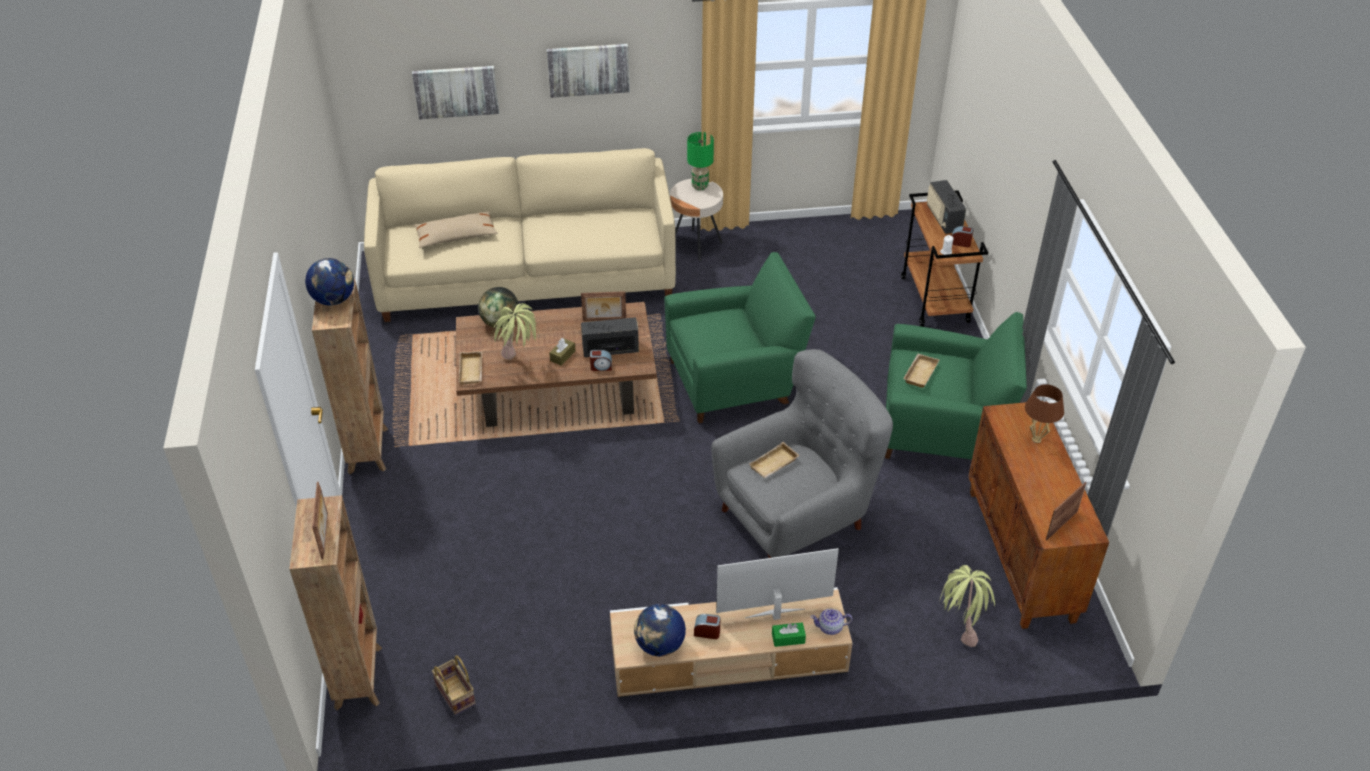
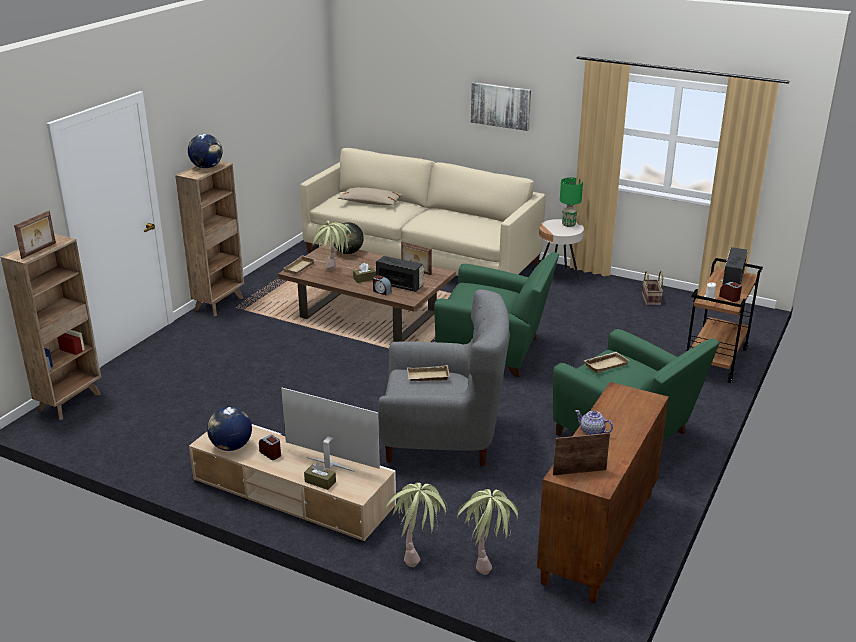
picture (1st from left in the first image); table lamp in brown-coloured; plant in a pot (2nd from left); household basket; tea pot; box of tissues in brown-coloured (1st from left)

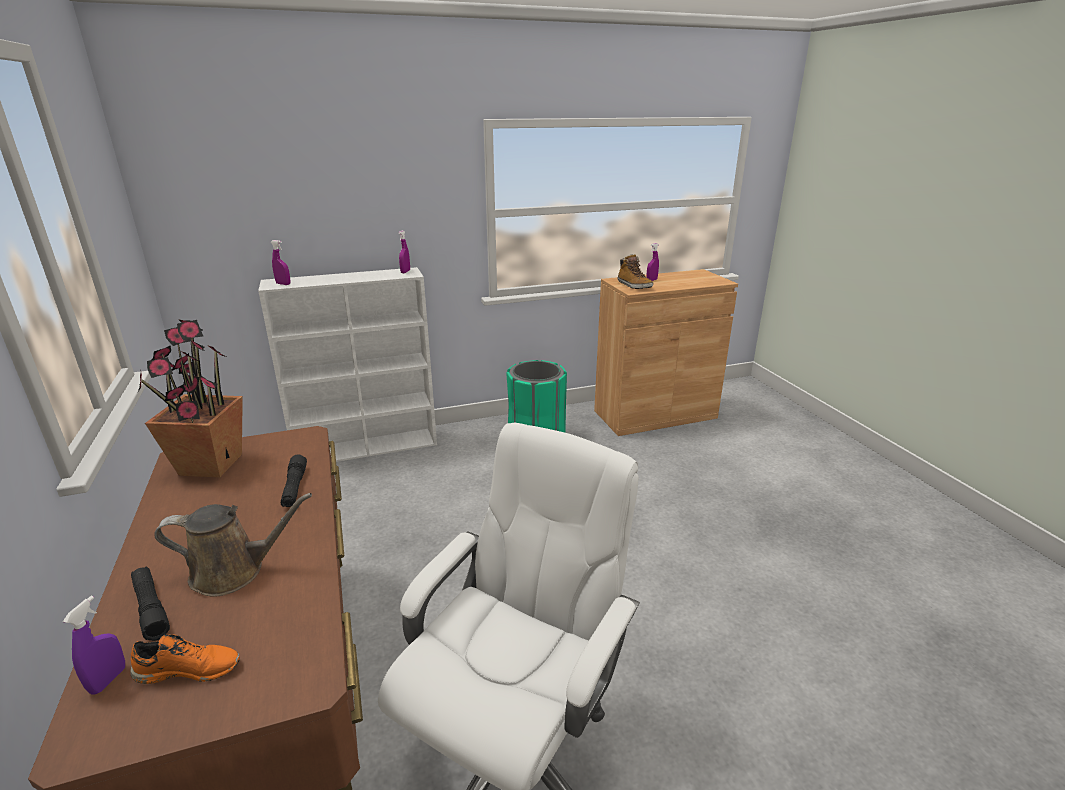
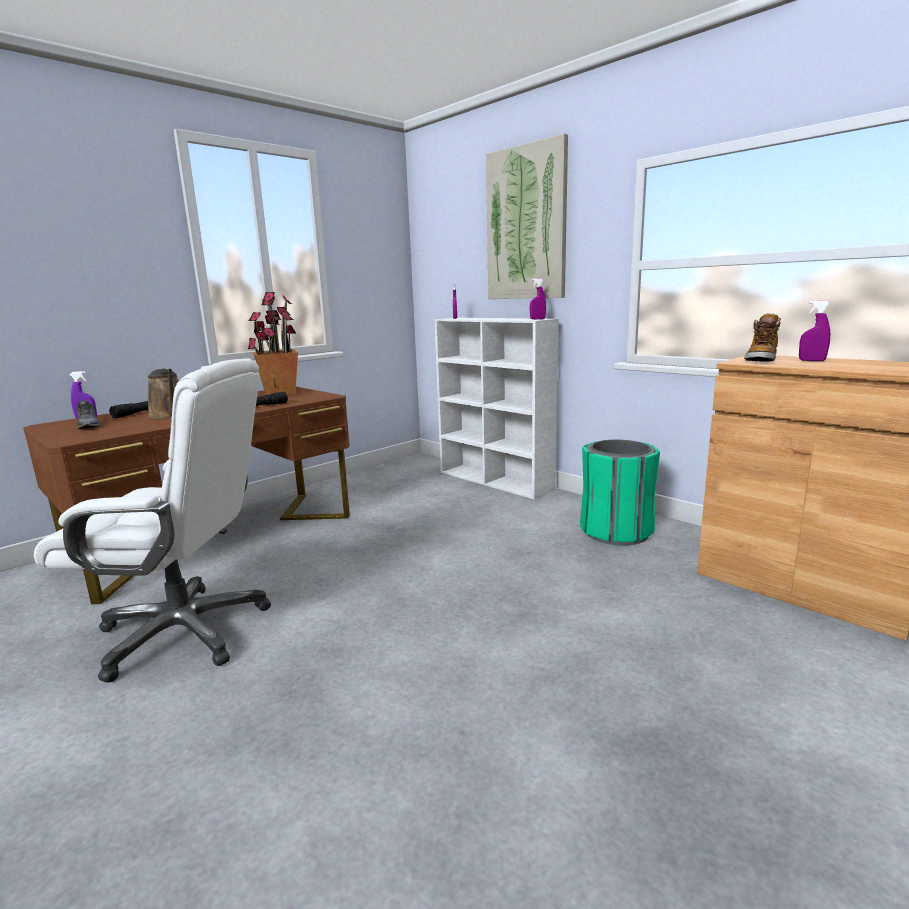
picture; low shoe in grey

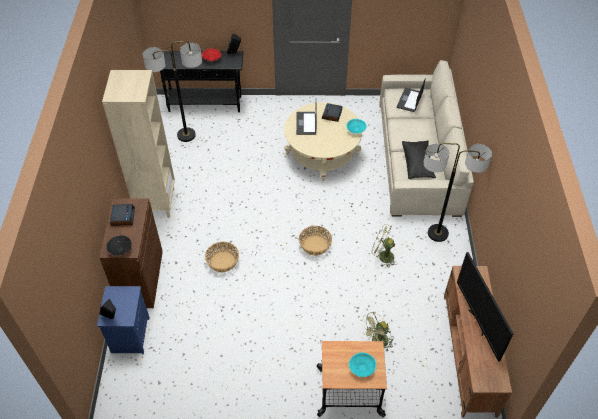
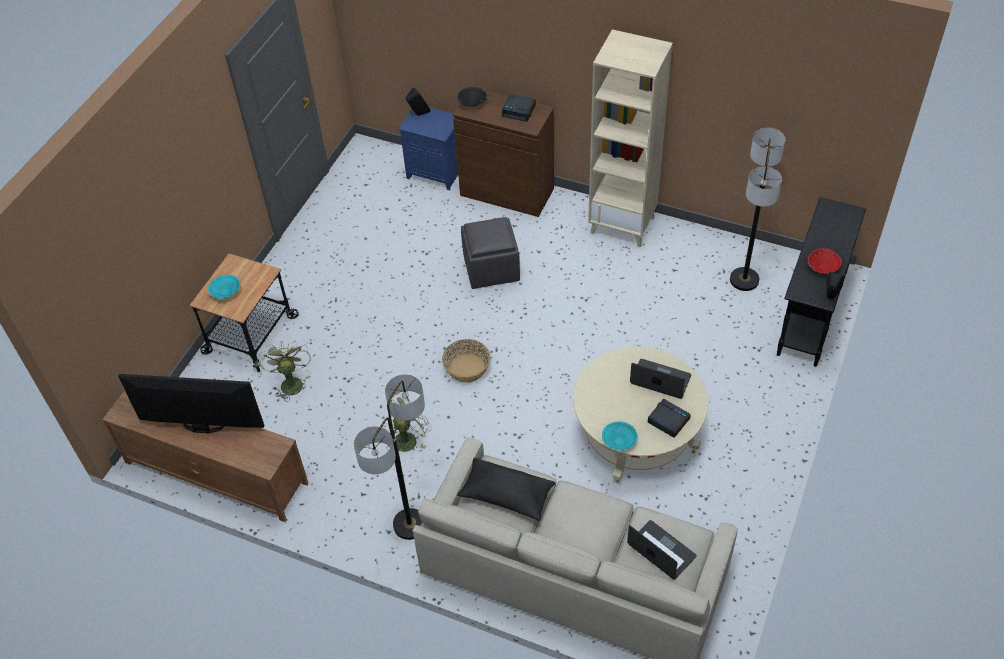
ottoman in grey

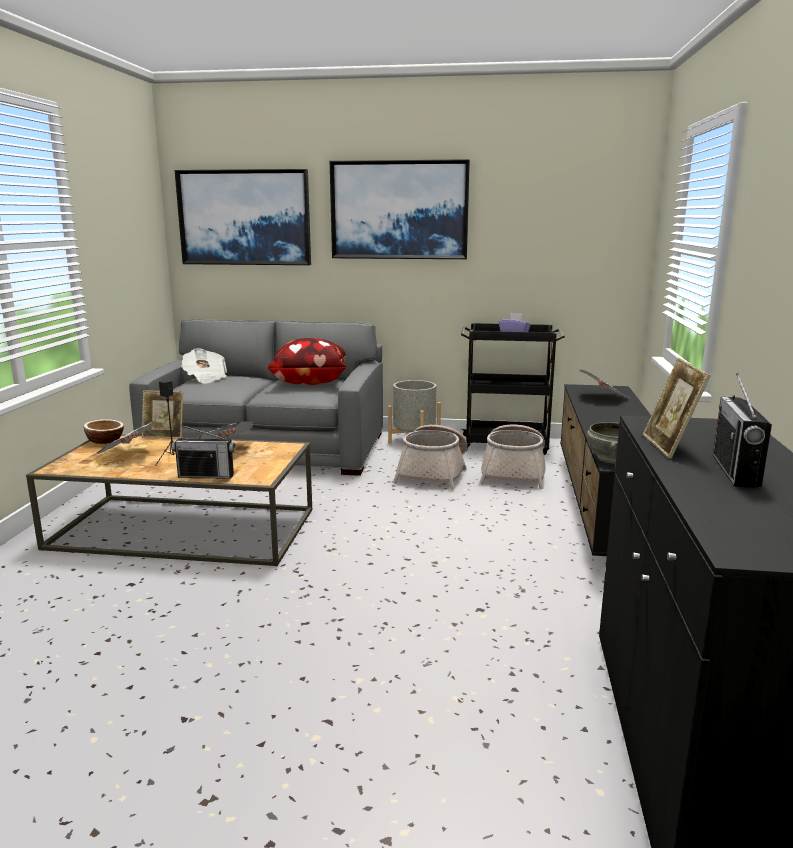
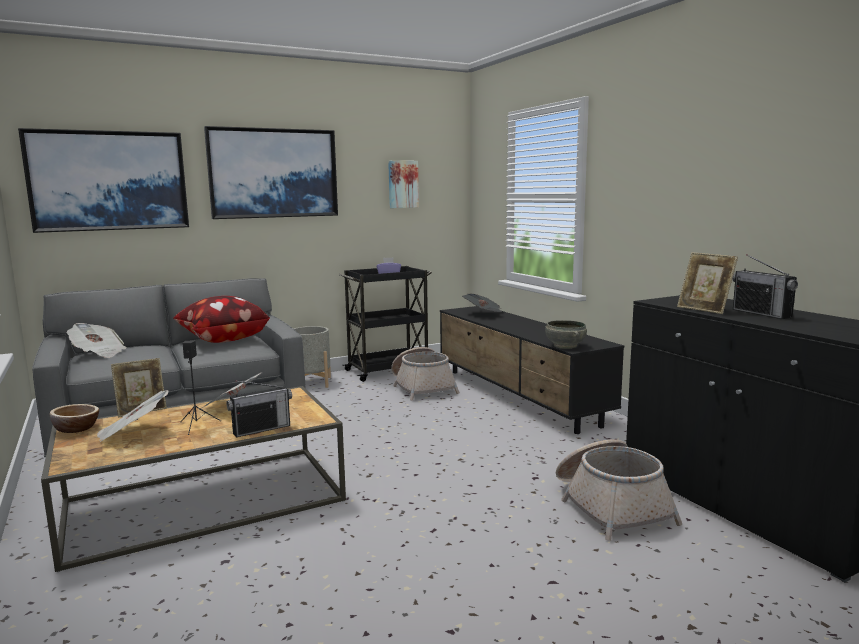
picture (3rd from left); household basket (2nd from left)

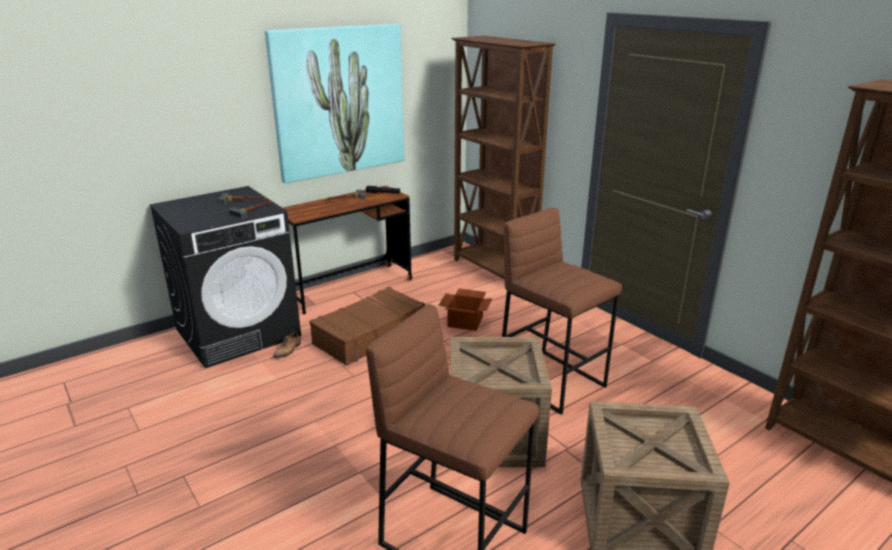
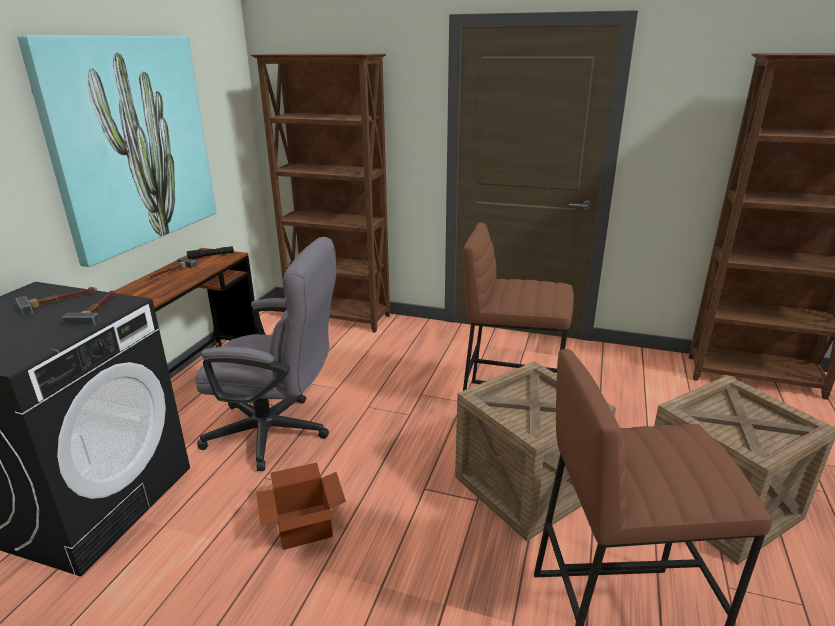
low shoe; carton; office chair in grey

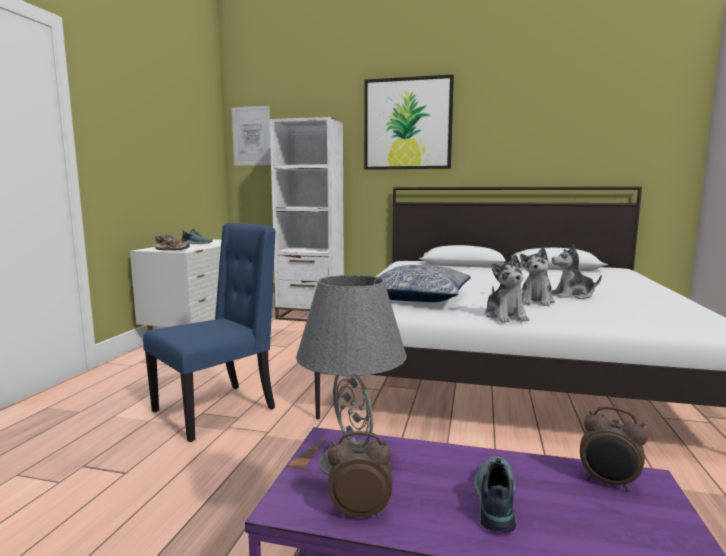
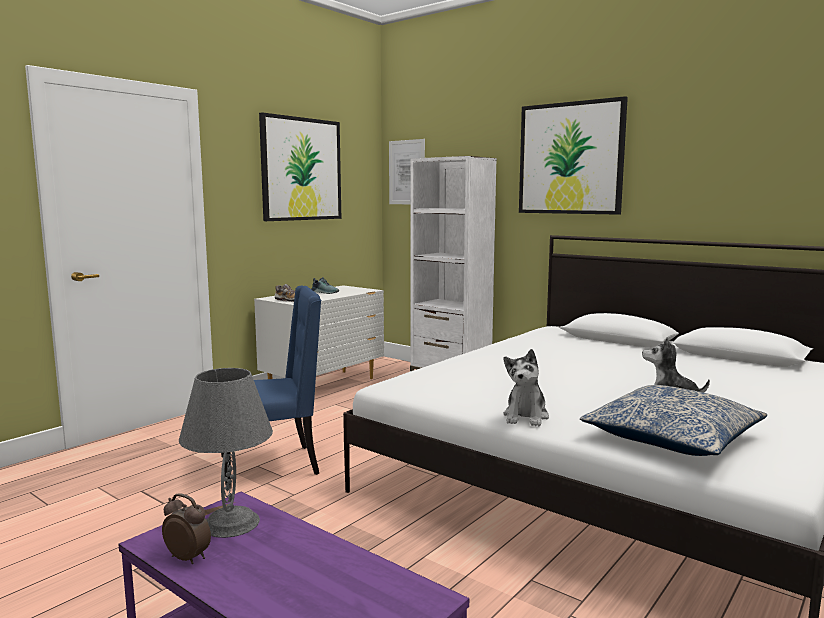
low shoe (3rd from left in the first image); cuddly toy (2nd from left in the first image); alarm clock (2nd from left in the first image); picture (1st from left); throw pillow

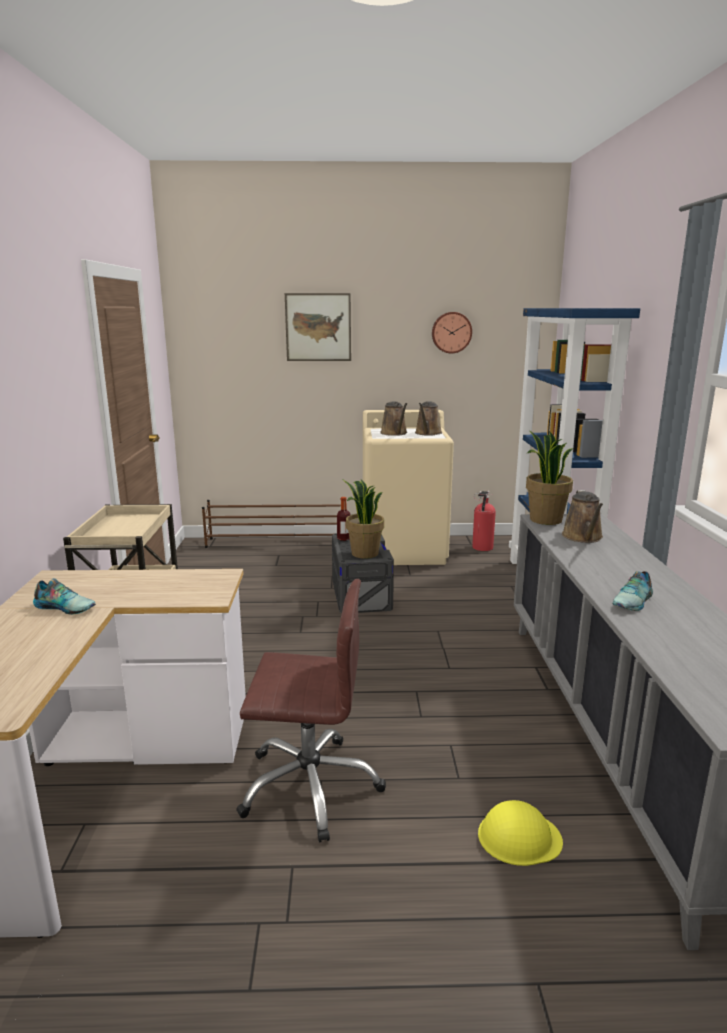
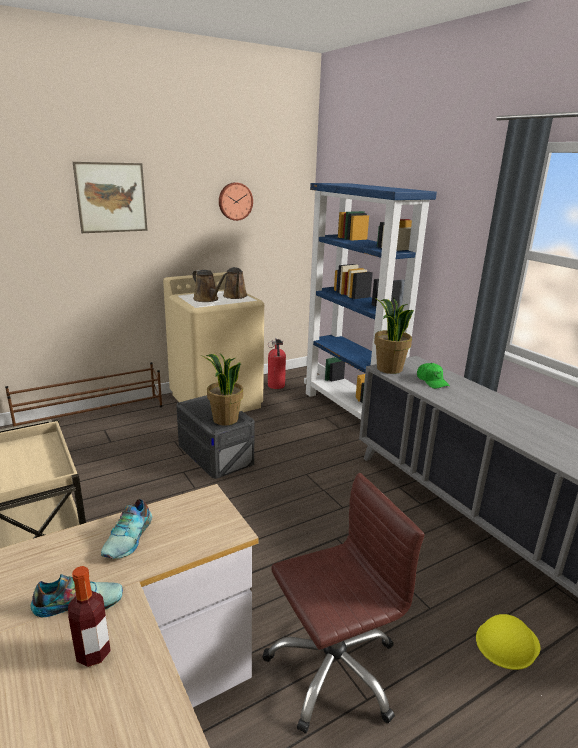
drink bottle; low shoe (2nd from left); peaked cap in green

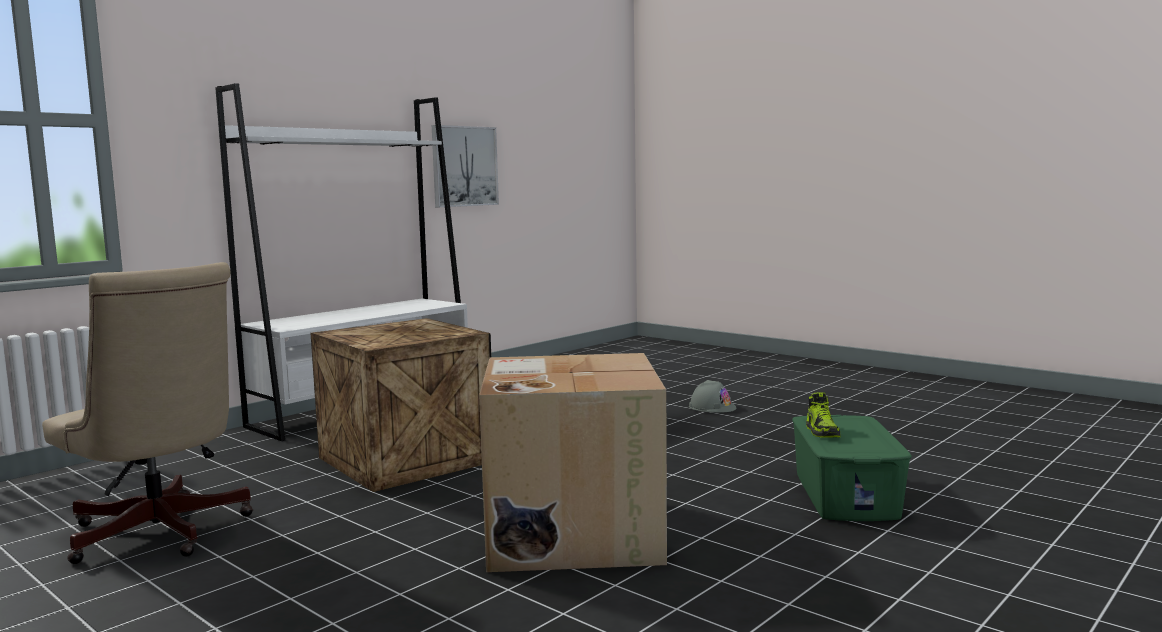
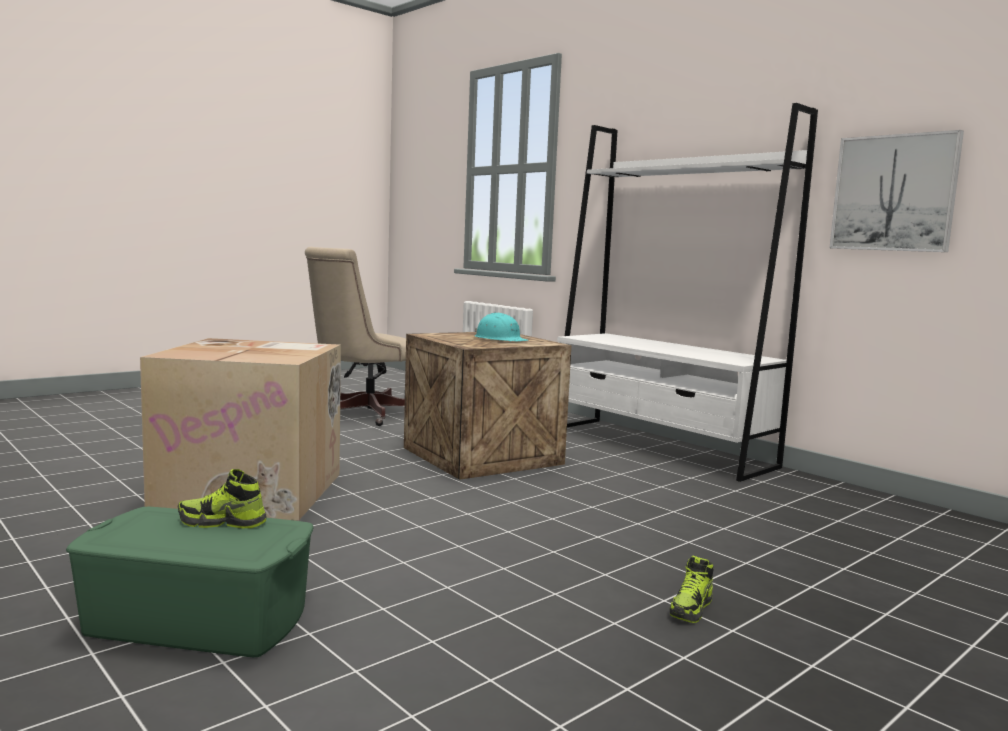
safety helmet in turquoise; low shoe (2nd from left)

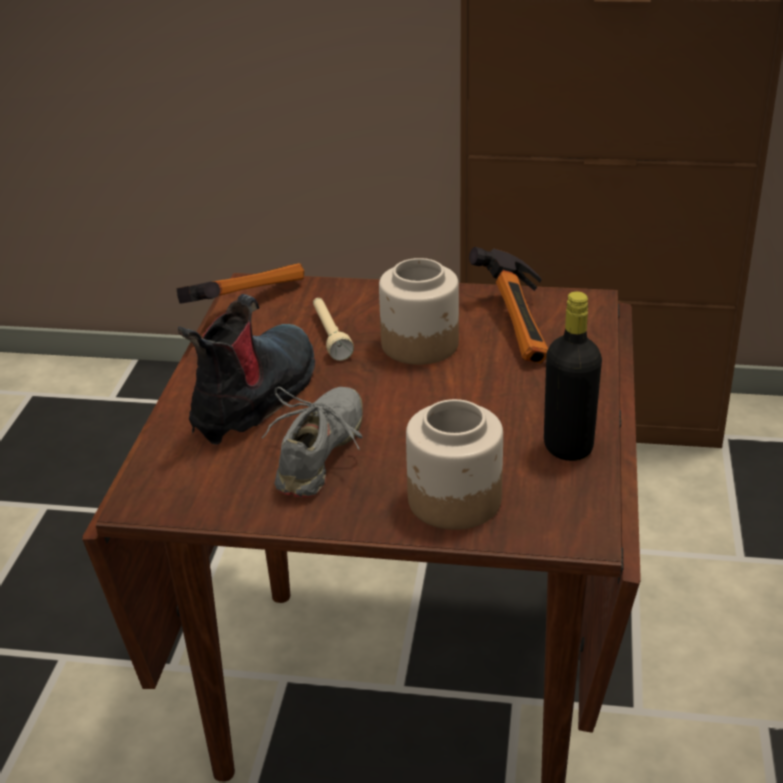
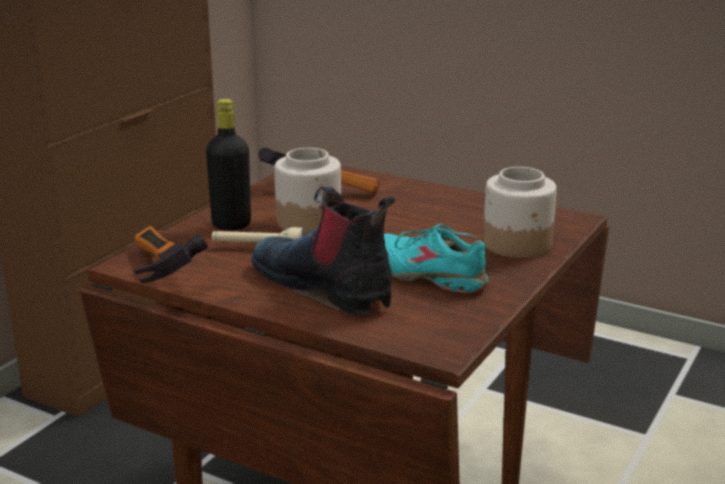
drink bottle in blackish; low shoe in turquoise

